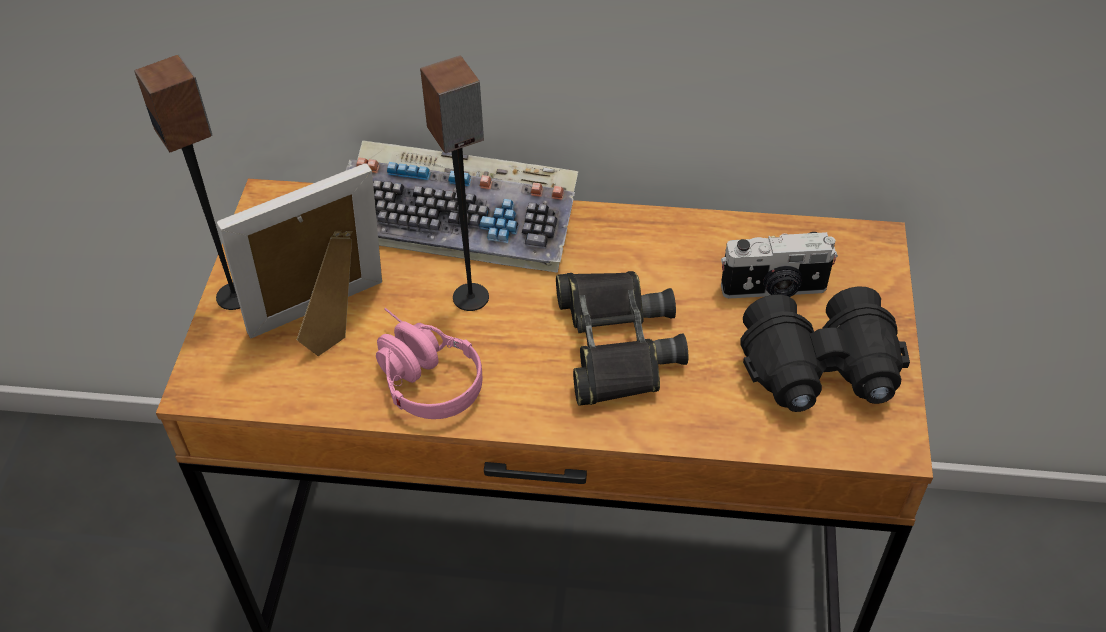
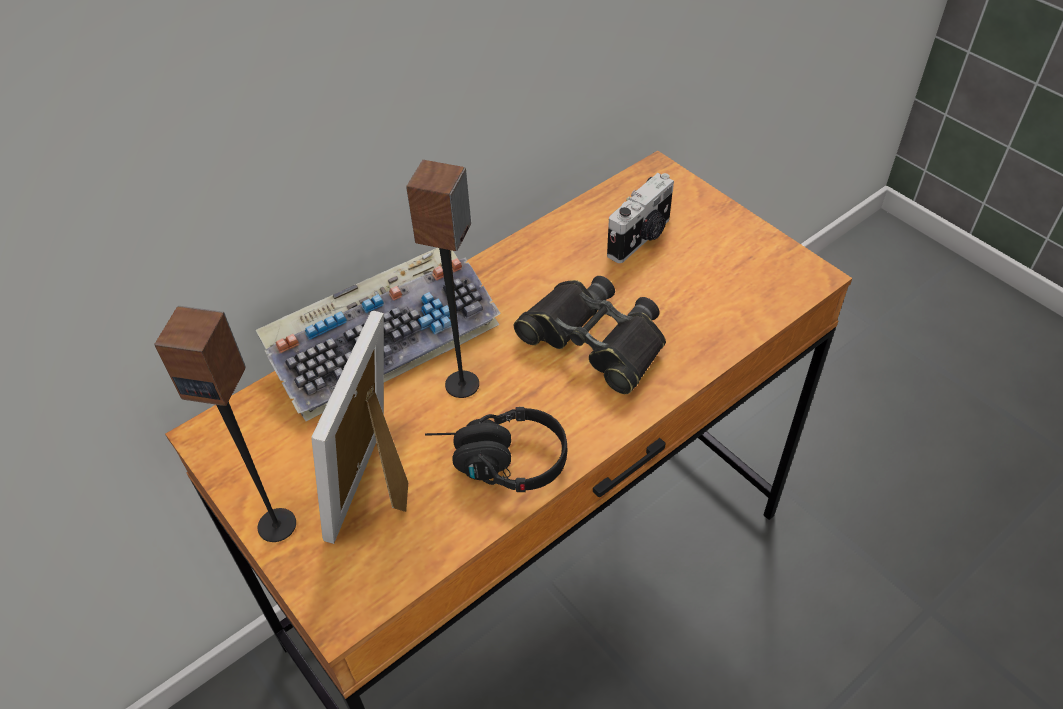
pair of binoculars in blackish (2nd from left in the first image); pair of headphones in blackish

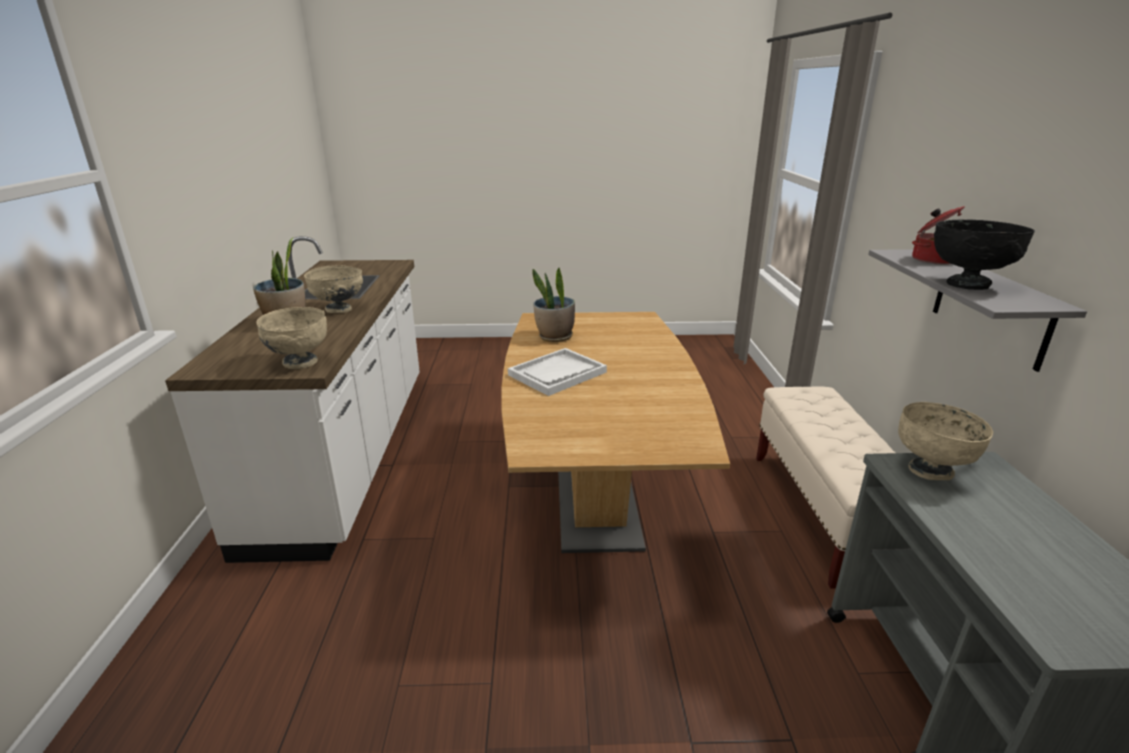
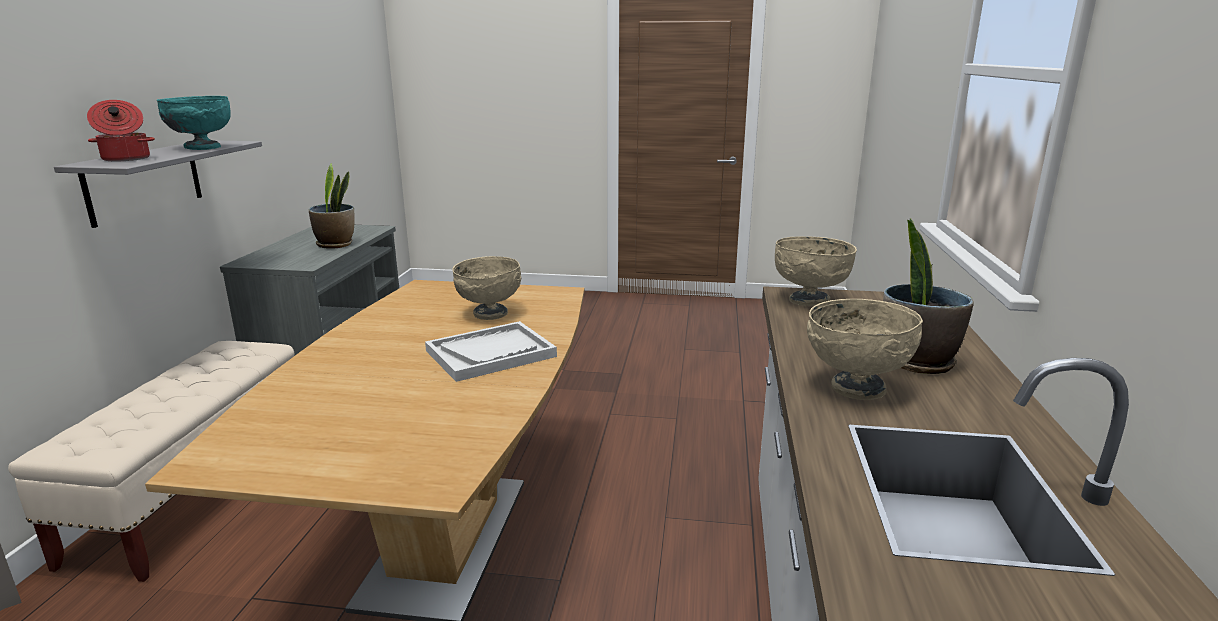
plant in a pot (1st from left); bowl in beige-coloured (1st from left); bowl in turquoise

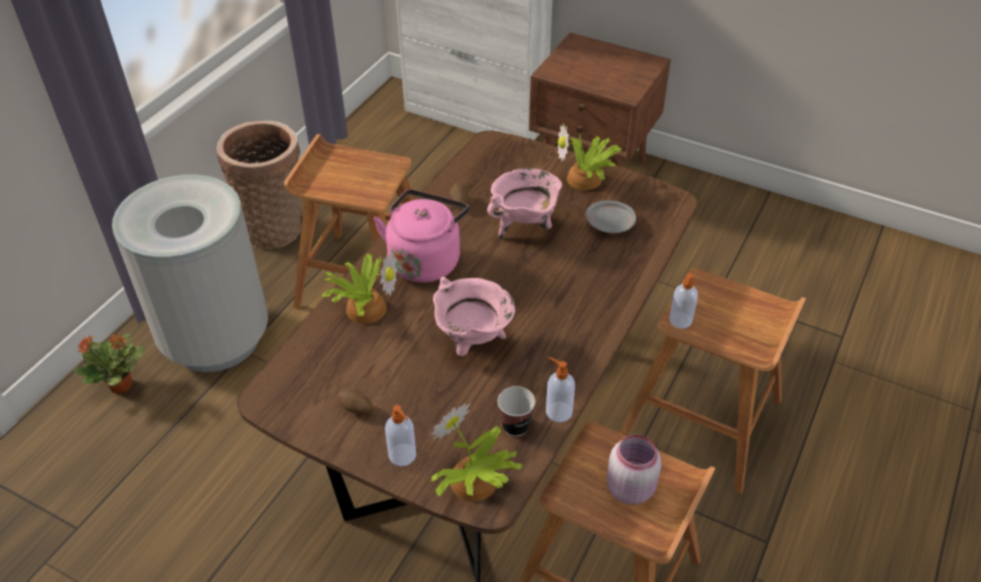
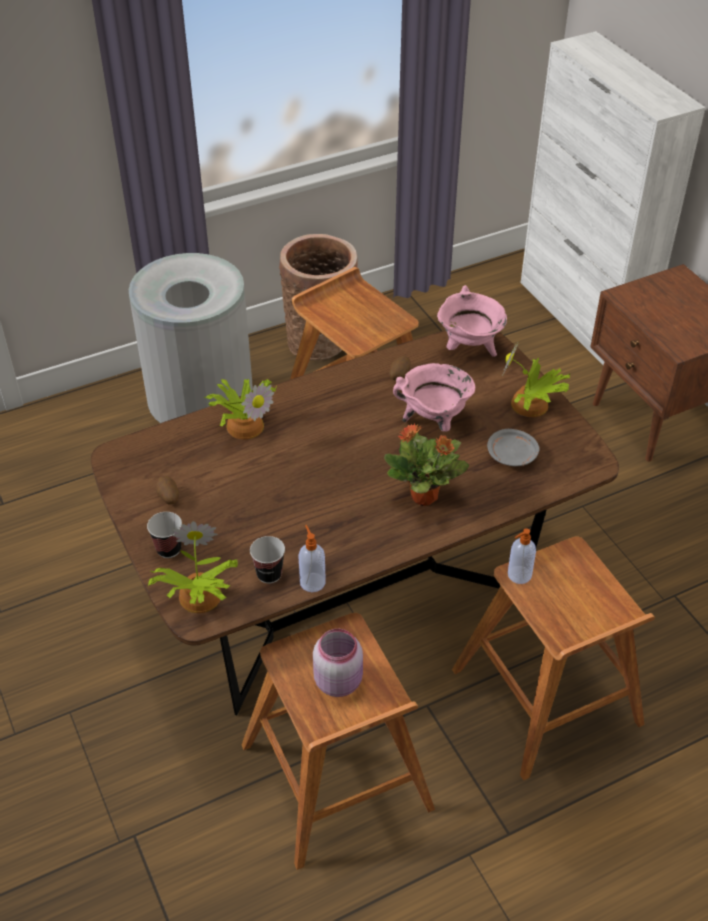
tea kettle in pink; plant in a pot (3rd from left); saucepot in pink (2nd from left); small cup (1st from left)

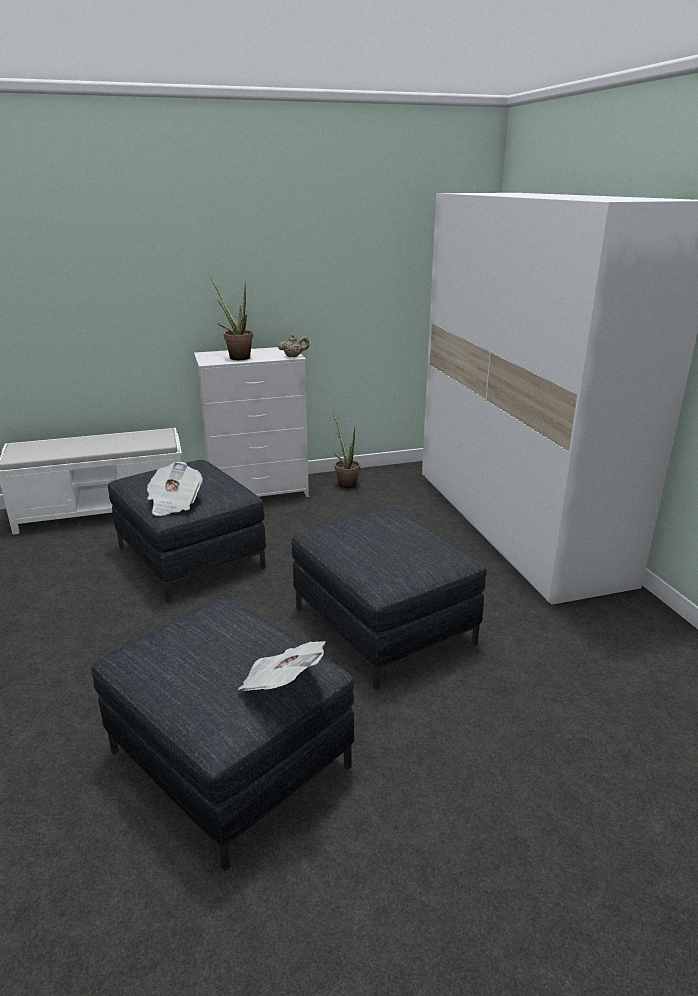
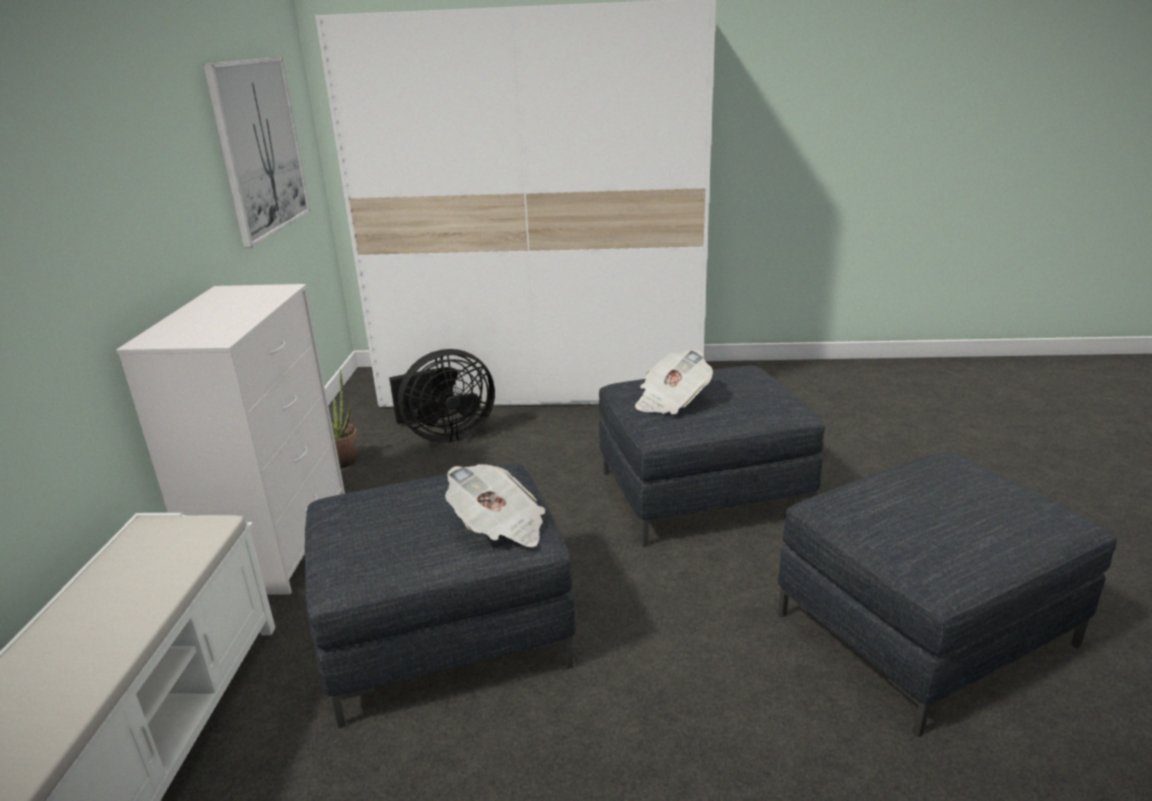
plant in a pot (1st from left in the first image); tea pot in beige-coloured; picture; fan in blackish; daily paper (2nd from left)

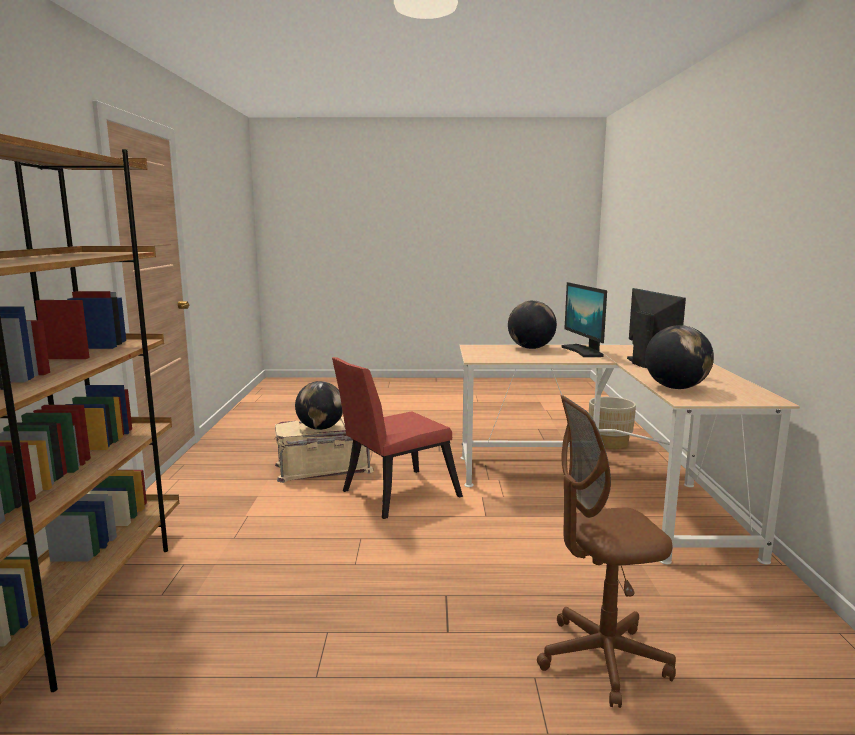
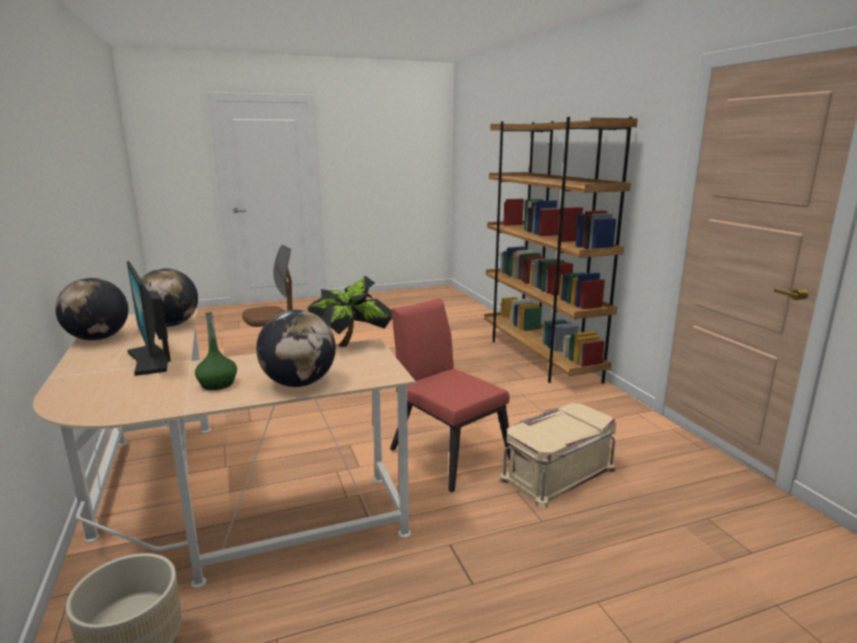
plant in a pot; globe (1st from left); drink bottle in green; plain chair in red

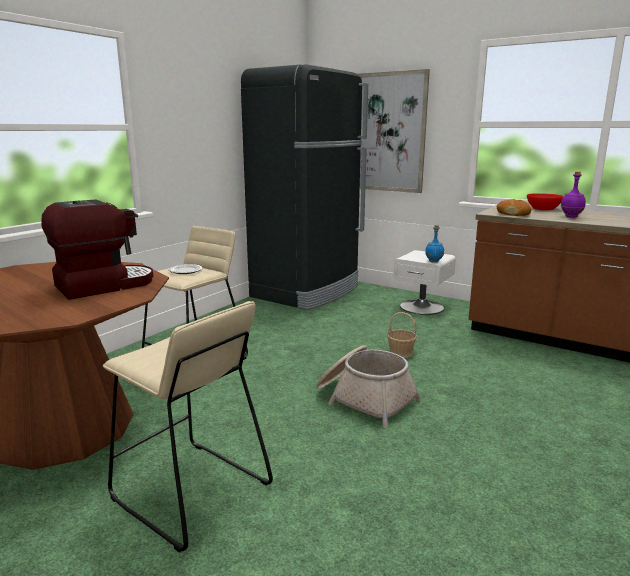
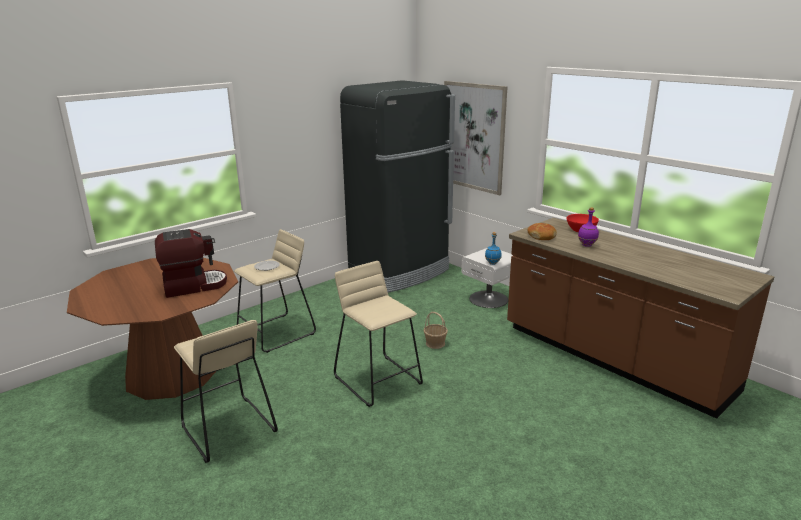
sitting stool in beige-coloured (3rd from left)

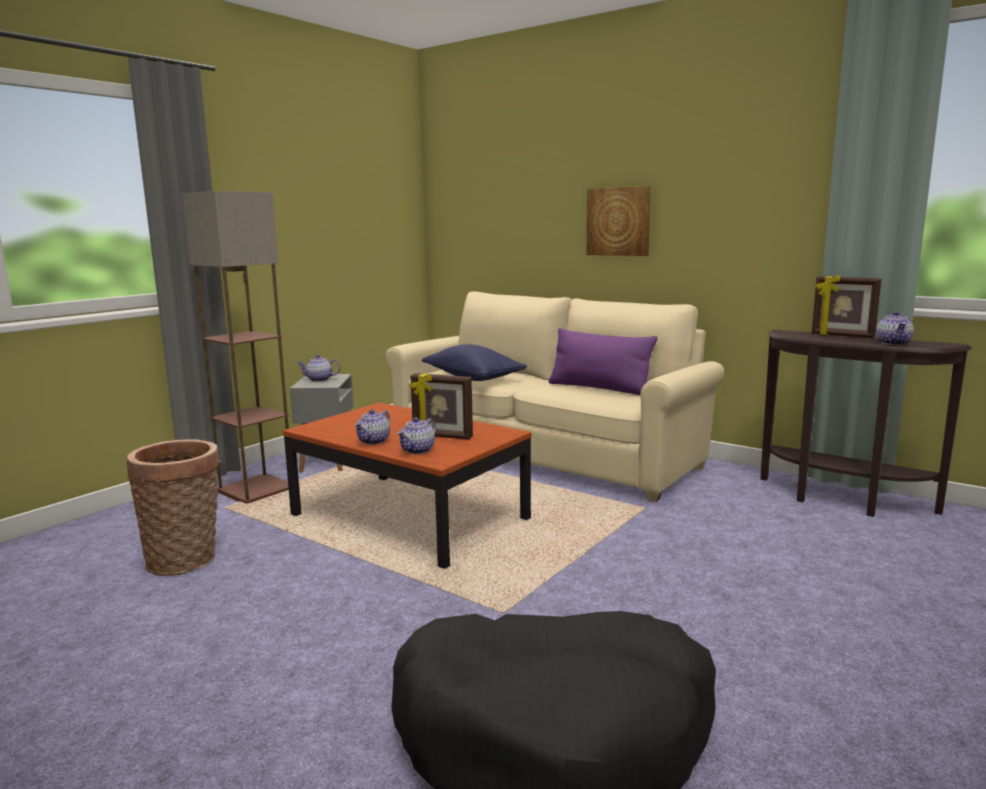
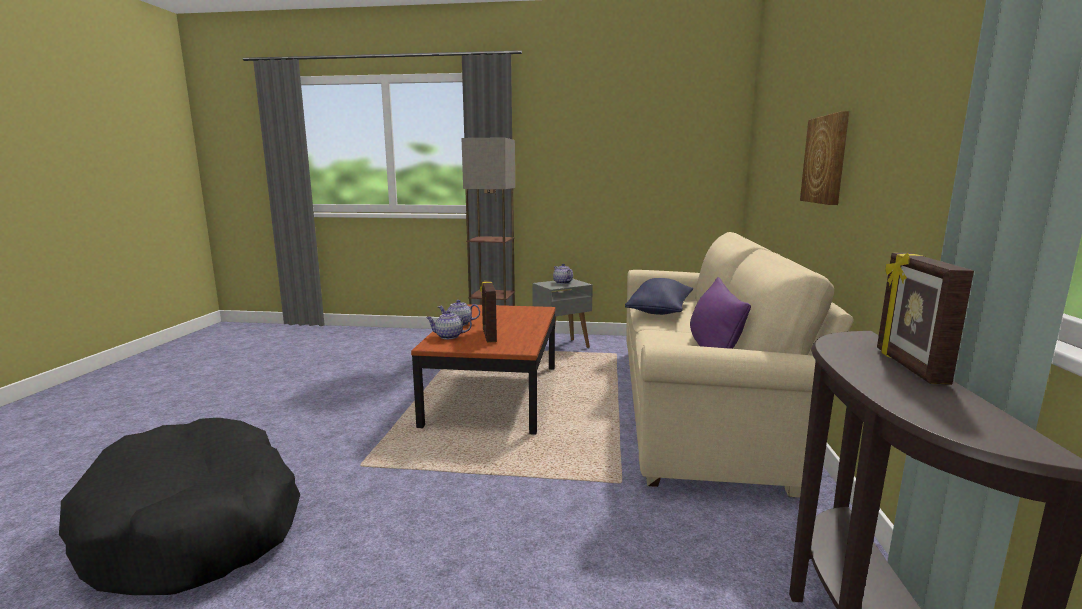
household basket; tea pot (4th from left in the first image)

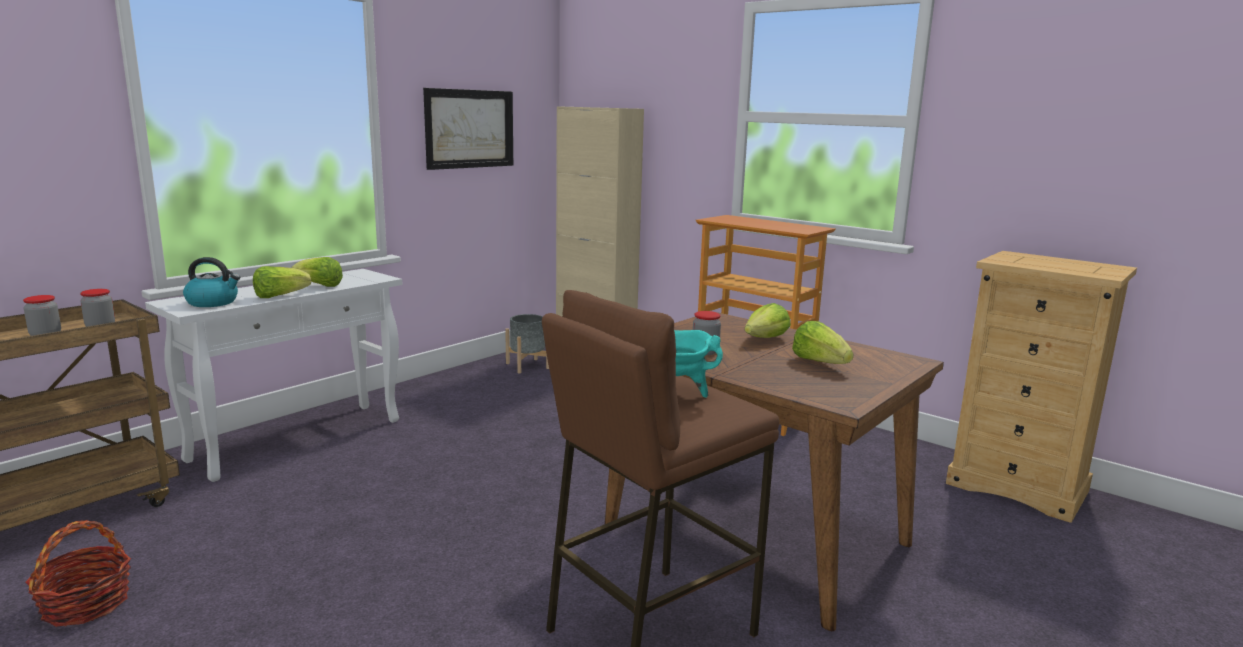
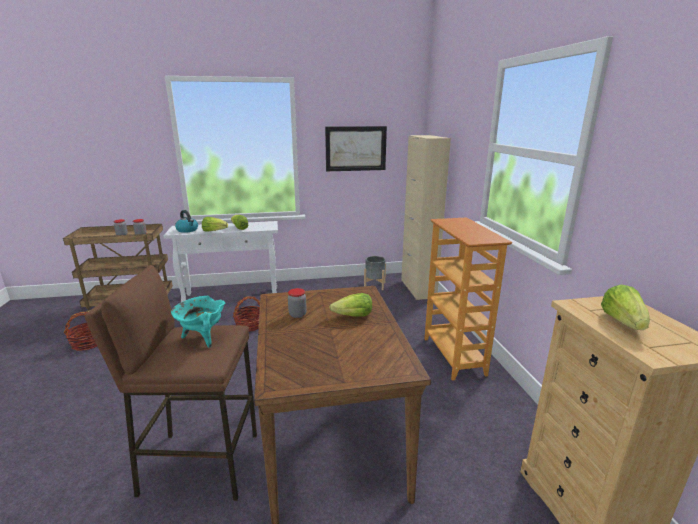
household basket (2nd from left); lettuce head (4th from left)

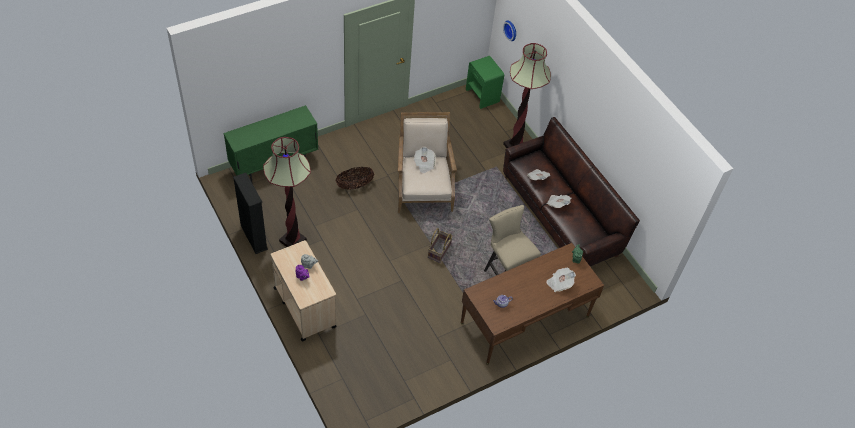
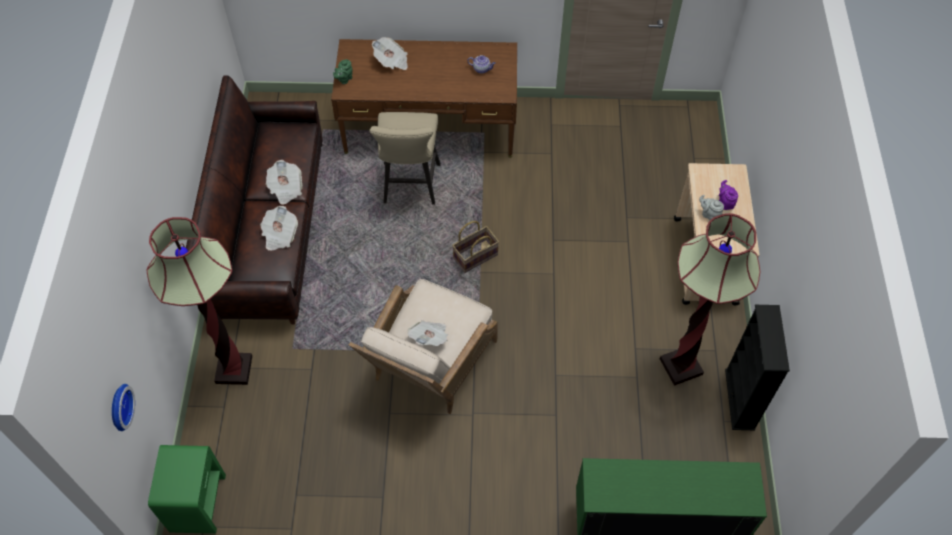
household basket (1st from left in the first image)

